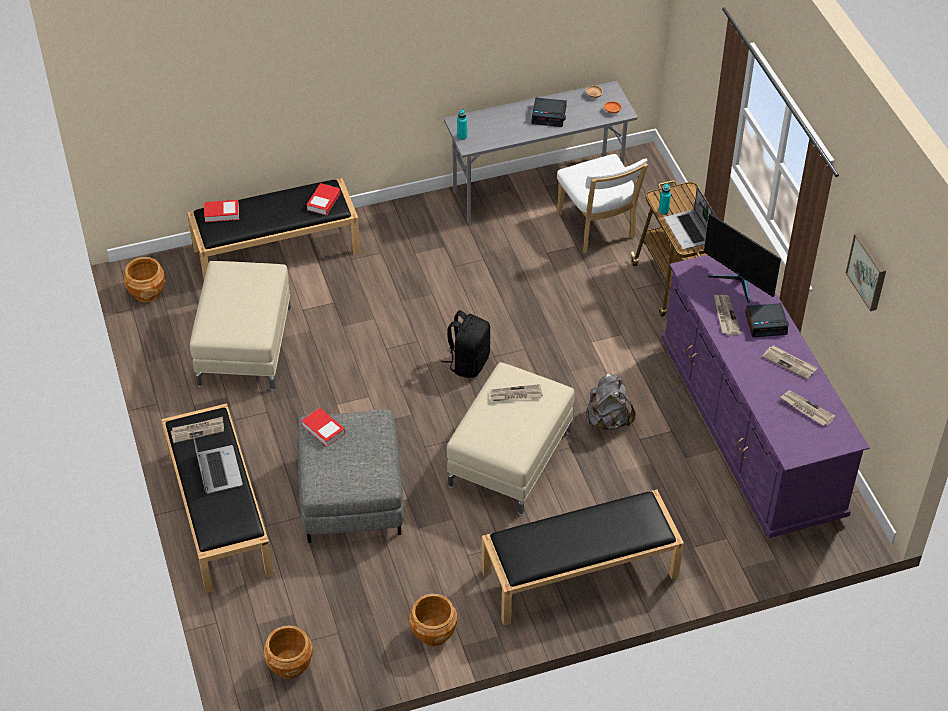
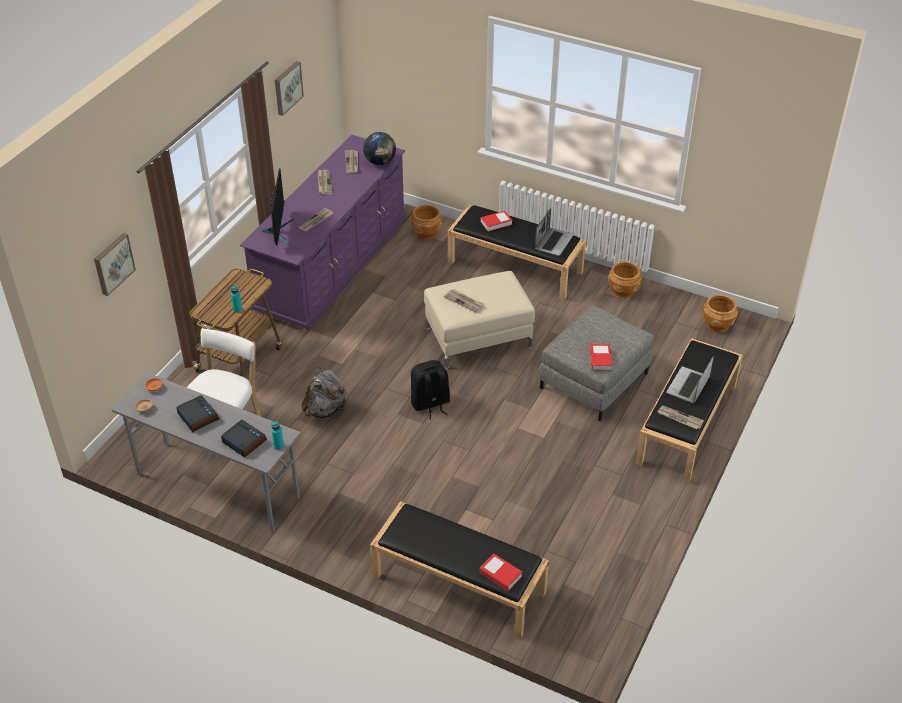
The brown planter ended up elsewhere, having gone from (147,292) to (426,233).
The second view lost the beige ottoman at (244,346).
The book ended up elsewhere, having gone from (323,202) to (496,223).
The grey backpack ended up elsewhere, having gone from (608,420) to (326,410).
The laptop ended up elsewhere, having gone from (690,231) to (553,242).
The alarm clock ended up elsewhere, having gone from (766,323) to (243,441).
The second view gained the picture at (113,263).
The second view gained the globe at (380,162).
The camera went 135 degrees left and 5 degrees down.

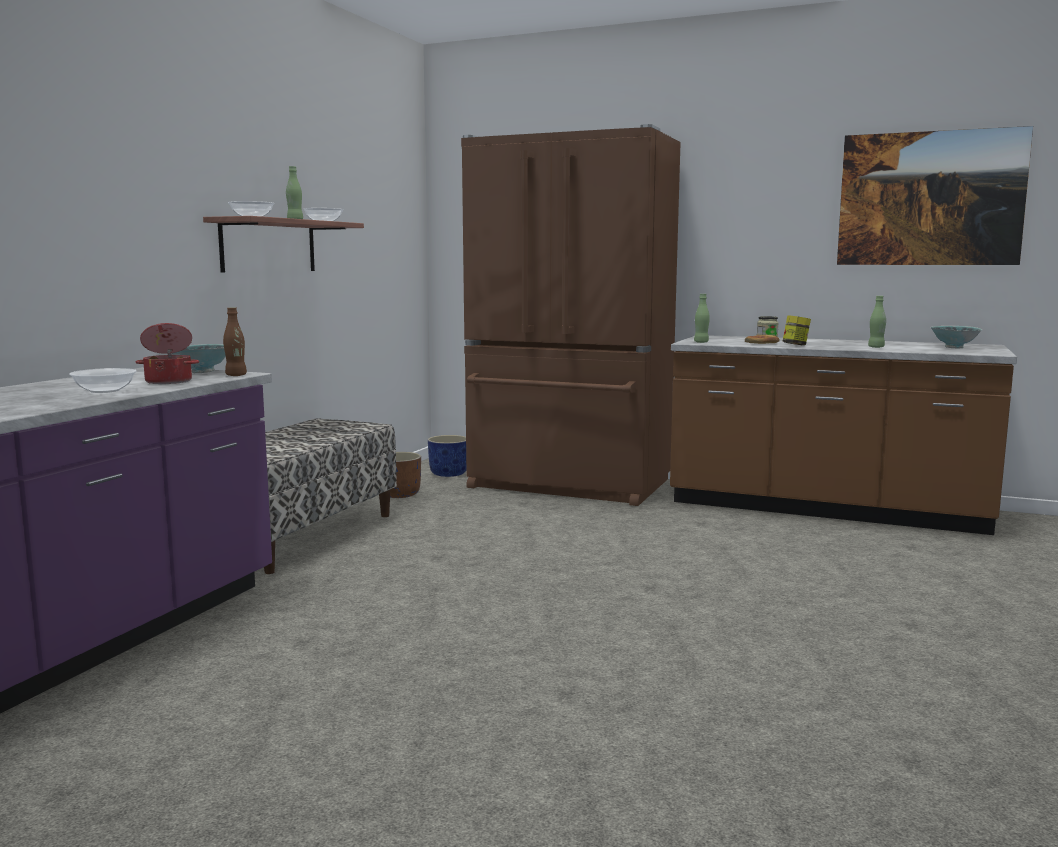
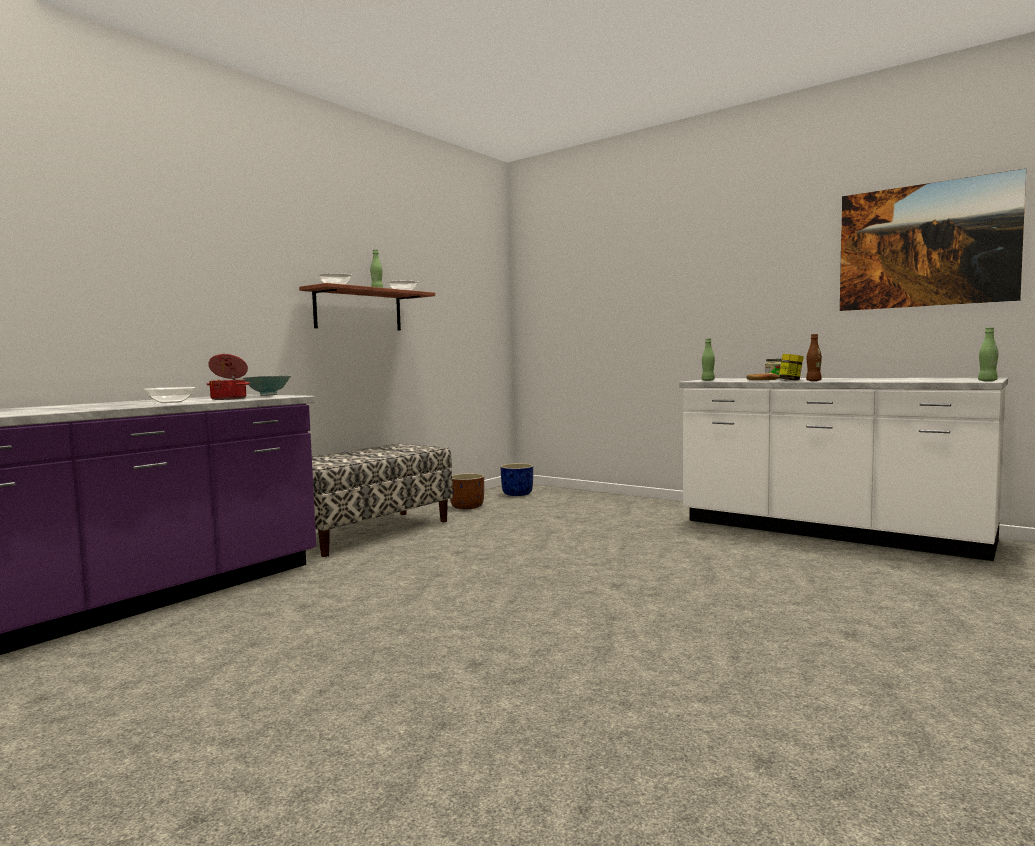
The brown bottle ended up elsewhere, having gone from (236,375) to (813,381).
The second view lost the brown fridge at (568,485).
What was the brown counter at (826,509) turned into the white counter at (830,531).
The green bottle ended up elsewhere, having gone from (876,347) to (987,381).
The second view lost the bowl at (953,347).
The camera went 15 degrees right and 5 degrees down.

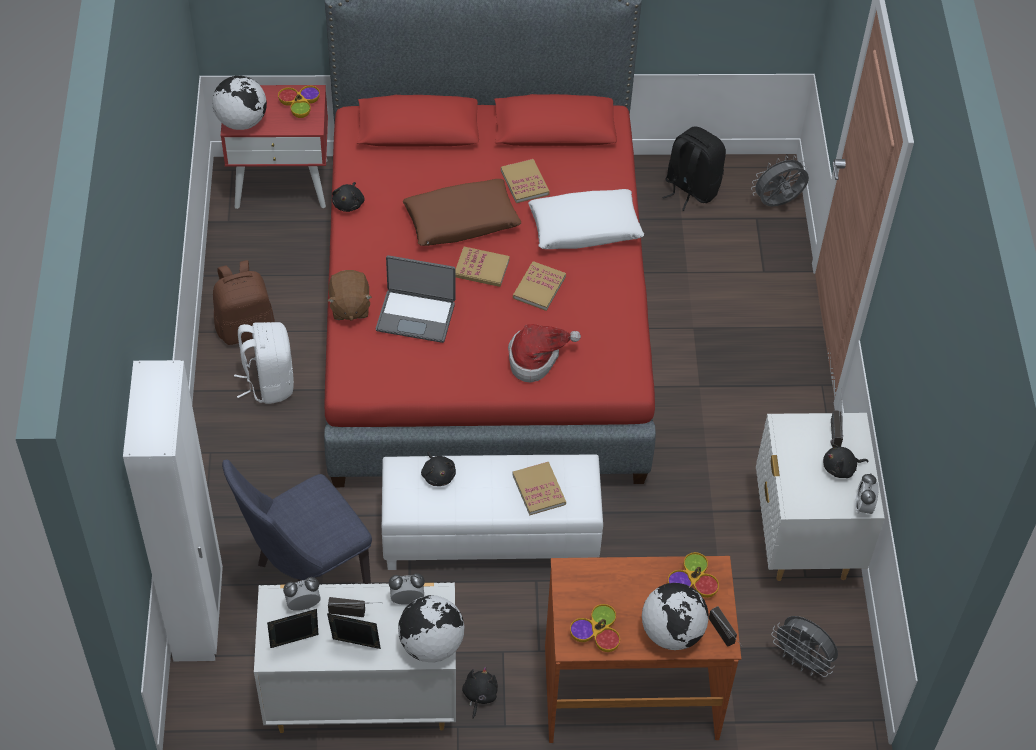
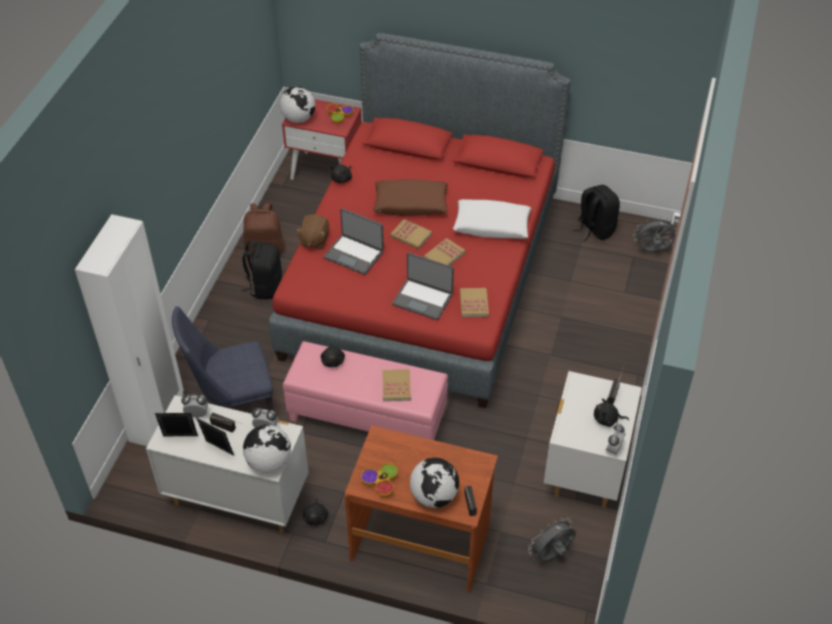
What was the white backpack at (268,382) turned into the black backpack at (265,286).
What was the white ottoman at (491,535) turned into the pink ottoman at (368,415).
The black plush toy at (479,695) ended up facing another way, 150 degrees clockwise from before.
The book ended up elsewhere, having gone from (524,182) to (474,304).
Where the hat stood at (536,358), the laptop came to stand at (423,299).
The second view lost the bowl at (693,582).
The grey fan at (802,661) ended up facing another way, 90 degrees clockwise from before.
The camera went 20 degrees right and 5 degrees down.

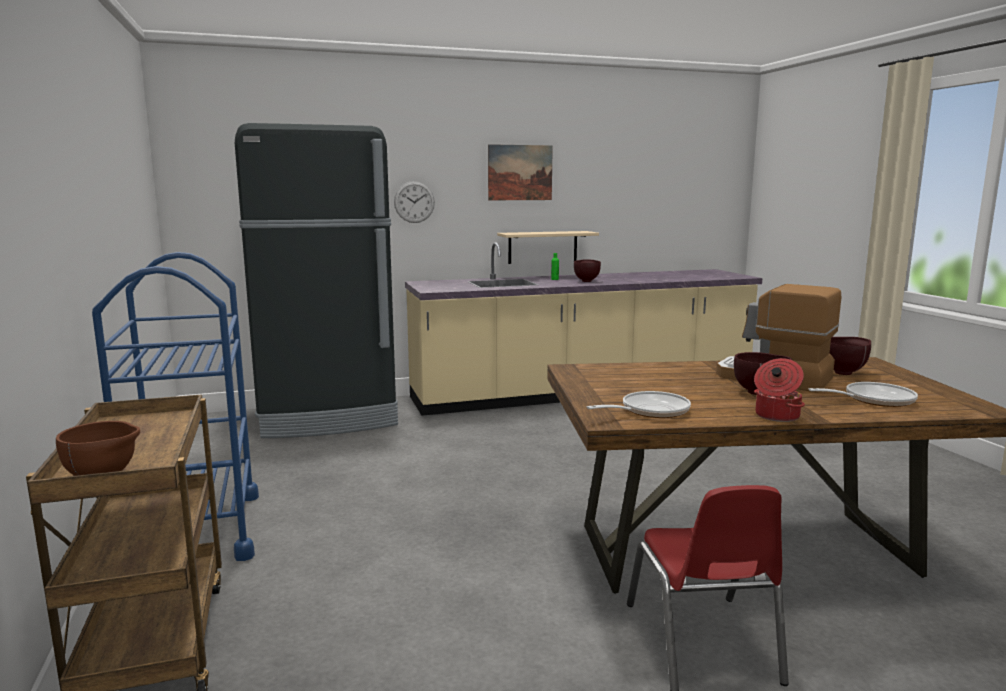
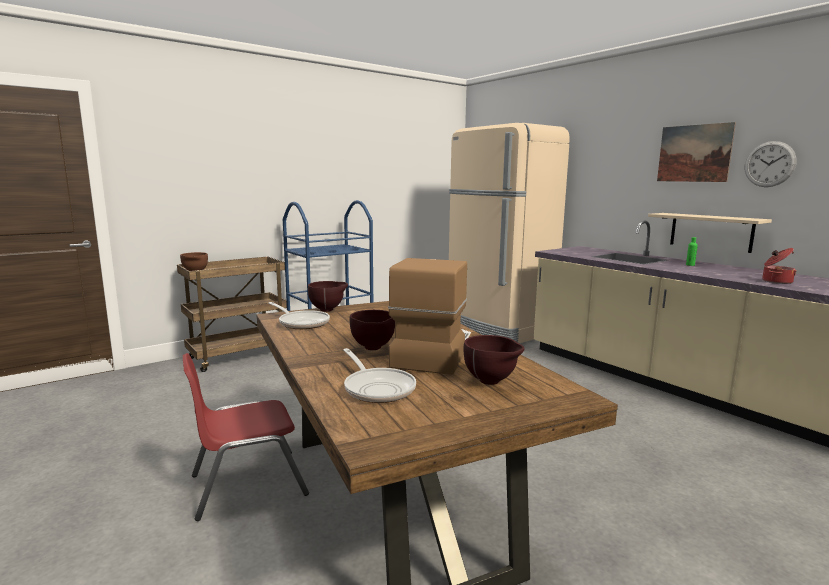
What was the black fridge at (329,418) turned into the beige fridge at (498,329).
The wall clock ended up elsewhere, having gone from (414,202) to (769,164).
The brown bowl ended up elsewhere, having gone from (586,281) to (328,310).
The cooking pot ended up elsewhere, having gone from (776,416) to (776,281).
The camera went 70 degrees right and 0 degrees up.

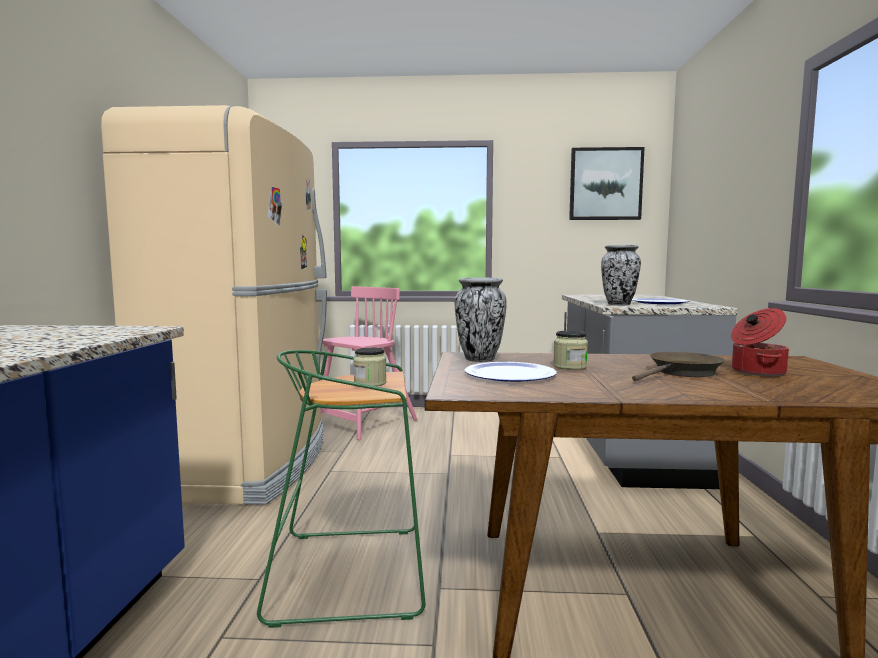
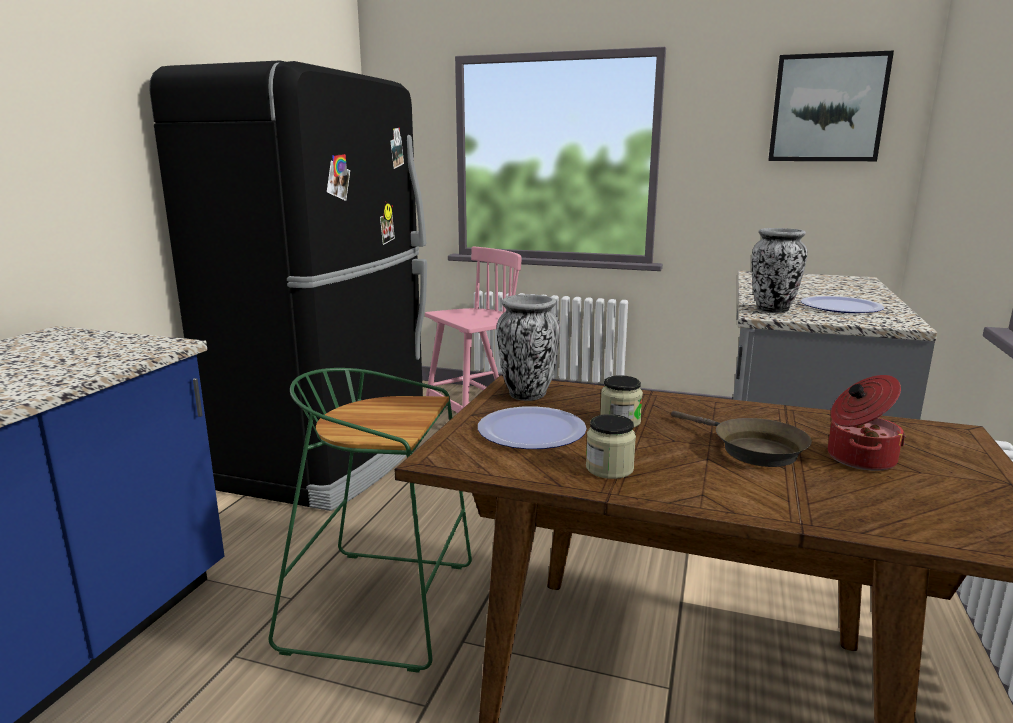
What was the beige fridge at (246,464) turned into the black fridge at (332,456).
The jar ended up elsewhere, having gone from (370,383) to (609,468).
The brown frying pan at (682,373) ended up facing another way, 75 degrees clockwise from before.
The camera went 15 degrees right and 10 degrees up.

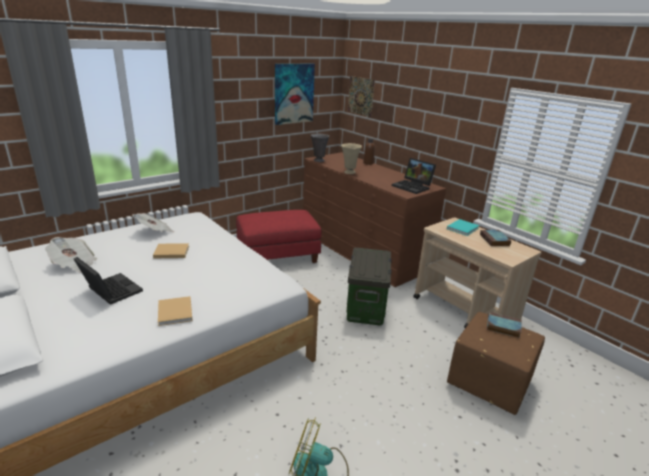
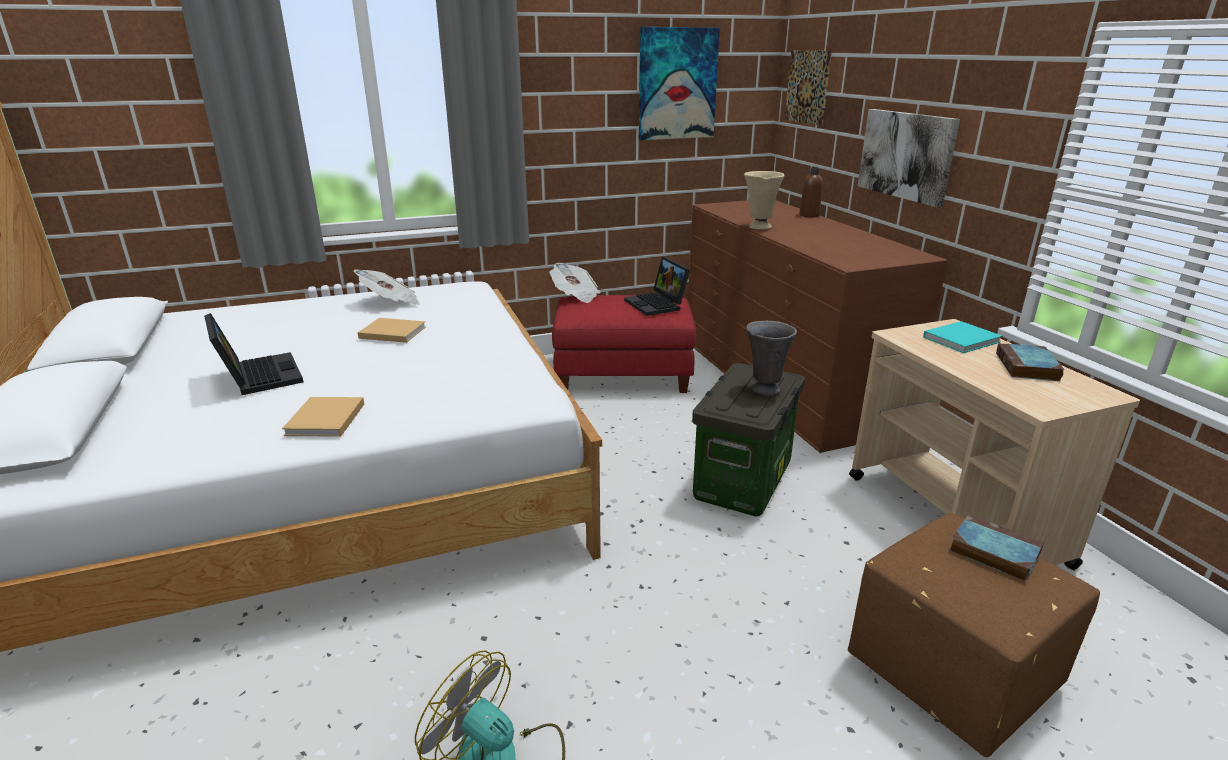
The newspaper ended up elsewhere, having gone from (74,264) to (575,295).
The grey vase ended up elsewhere, having gone from (318,160) to (764,389).
The laptop ended up elsewhere, having gone from (413,187) to (657,305).
The second view gained the picture at (906,155).
The camera went 20 degrees right and 0 degrees up.

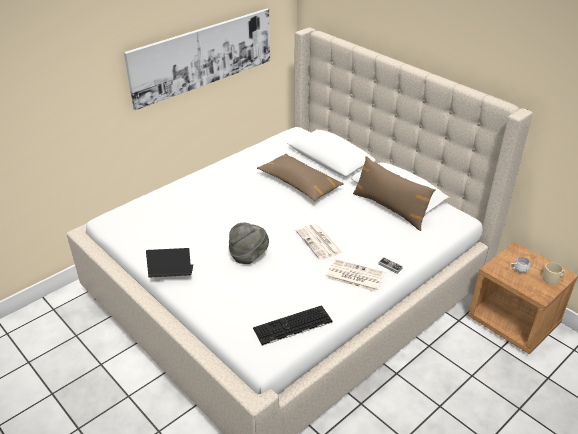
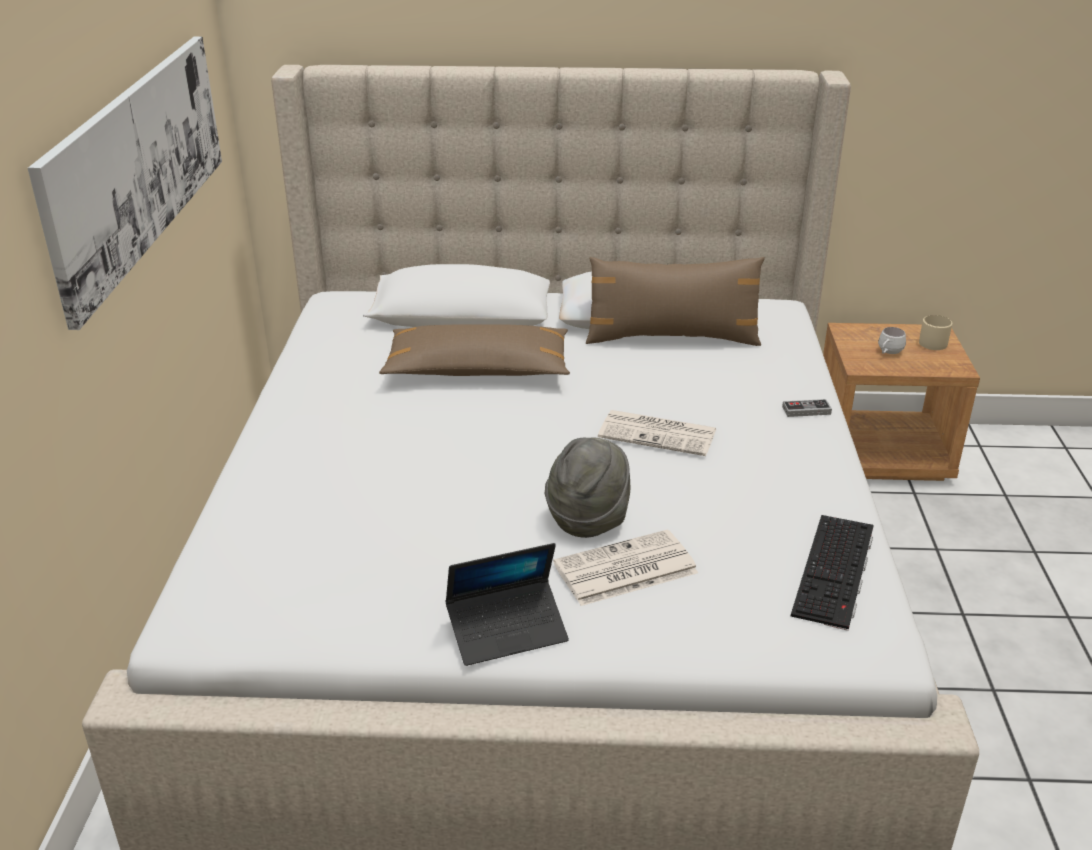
The laptop at (171,274) ended up facing another way, 150 degrees counterclockwise from before.
The newspaper ended up elsewhere, having gone from (354,276) to (624,570).
The camera went 45 degrees left and 5 degrees down.

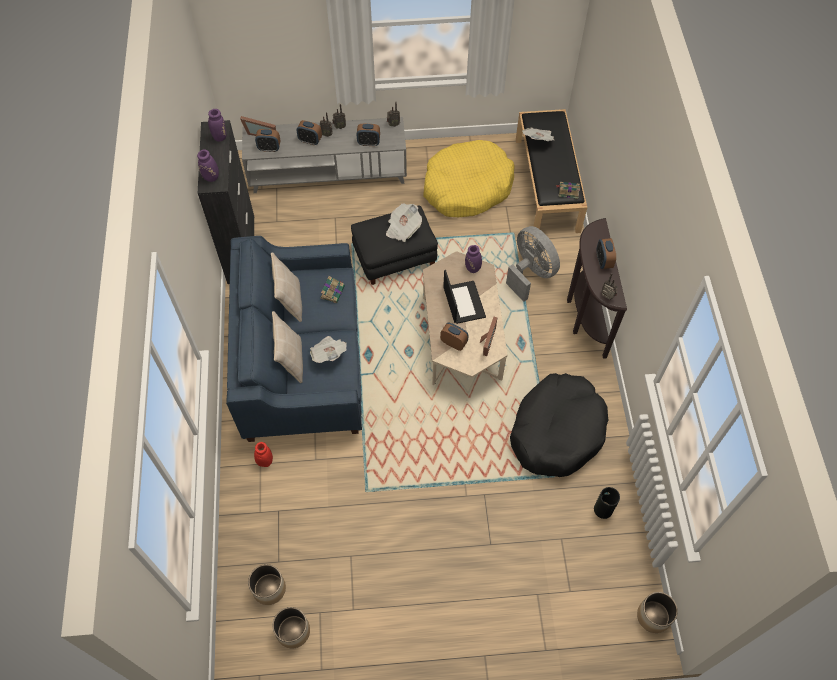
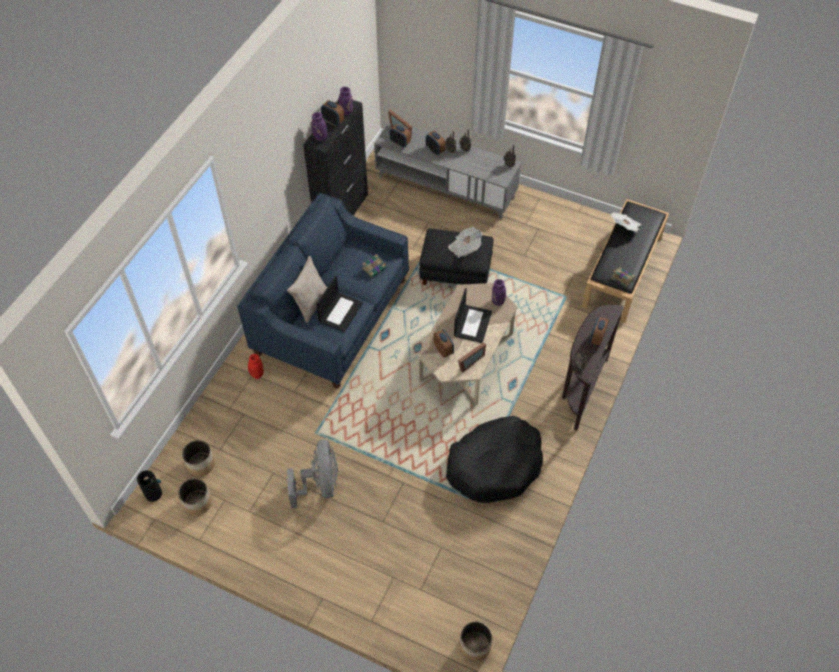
The second view lost the beige pillow at (290,301).
Where the newspaper stood at (328,354), the laptop came to stand at (340,311).
The alarm clock ended up elsewhere, having gone from (368,143) to (333,121).
The second view lost the yellow dog bed at (467,187).
The grey fan ended up elsewhere, having gone from (530,273) to (320,484).
The vase ended up elsewhere, having gone from (602,509) to (153,493).
The camera went 30 degrees right and 5 degrees down.

